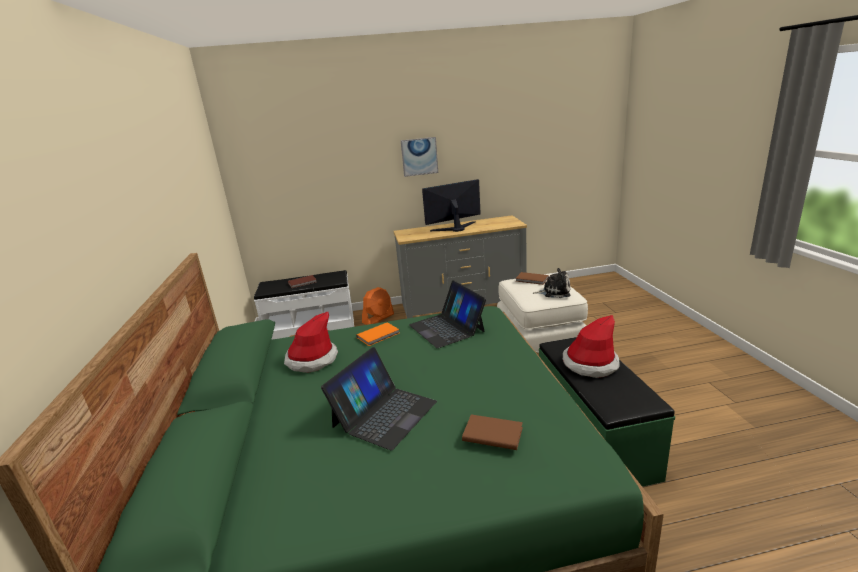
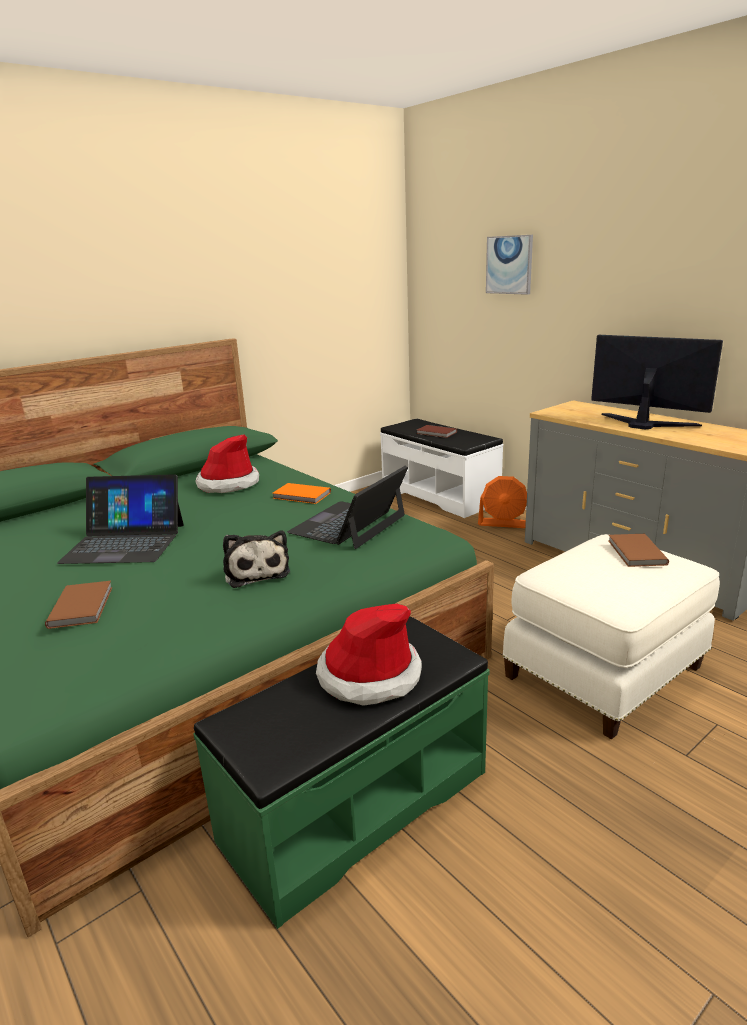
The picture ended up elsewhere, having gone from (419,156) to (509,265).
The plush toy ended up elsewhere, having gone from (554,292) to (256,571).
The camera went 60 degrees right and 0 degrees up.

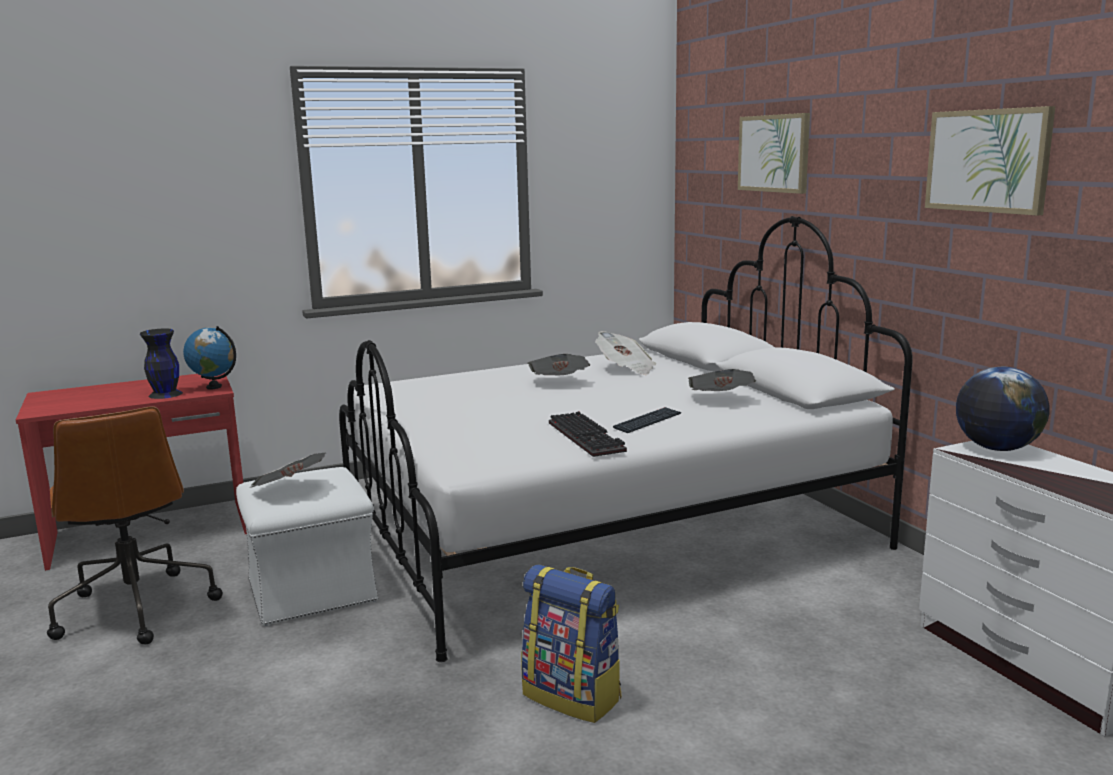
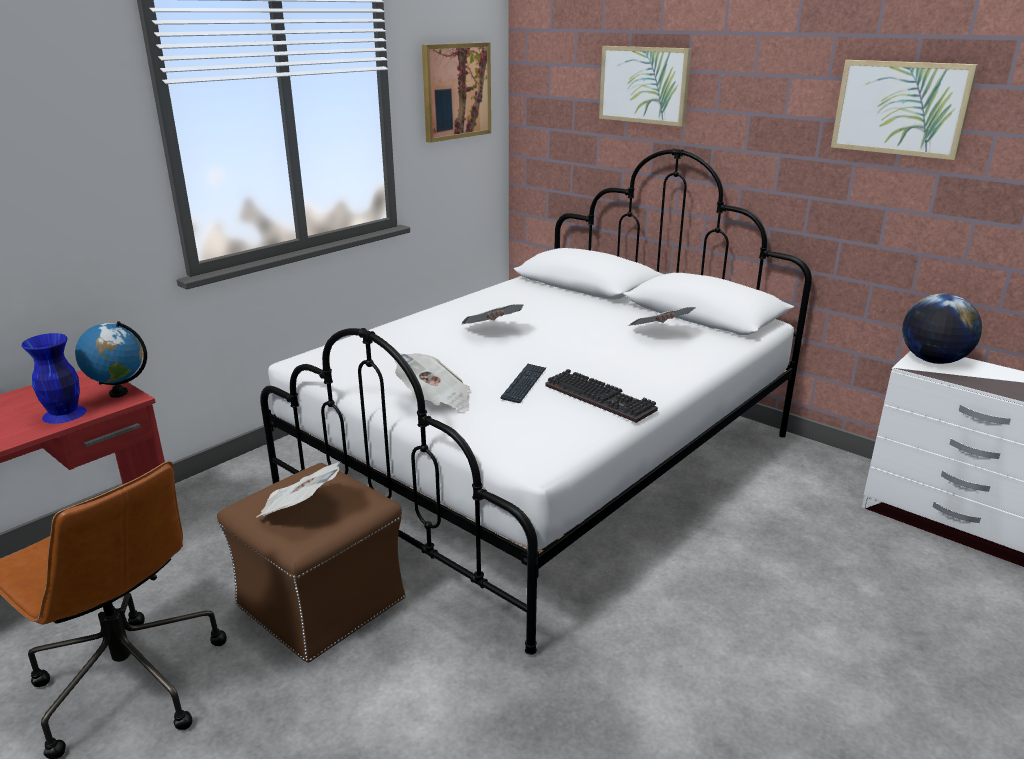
What was the black vase at (164,394) turned into the blue vase at (63,414).
What was the white ottoman at (312,591) turned into the brown ottoman at (322,603).
The second view lost the backpack at (573,696).
The newspaper ended up elsewhere, having gone from (626,369) to (435,401).
The keyboard ended up elsewhere, having gone from (648,421) to (524,384).
The second view gained the picture at (456,91).
The camera went 25 degrees left and 10 degrees up.

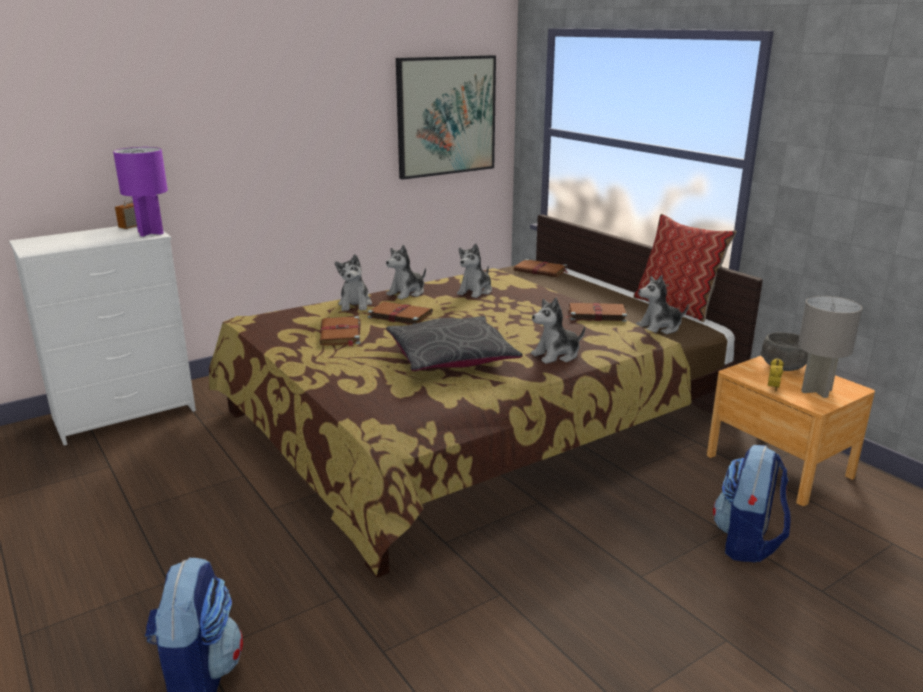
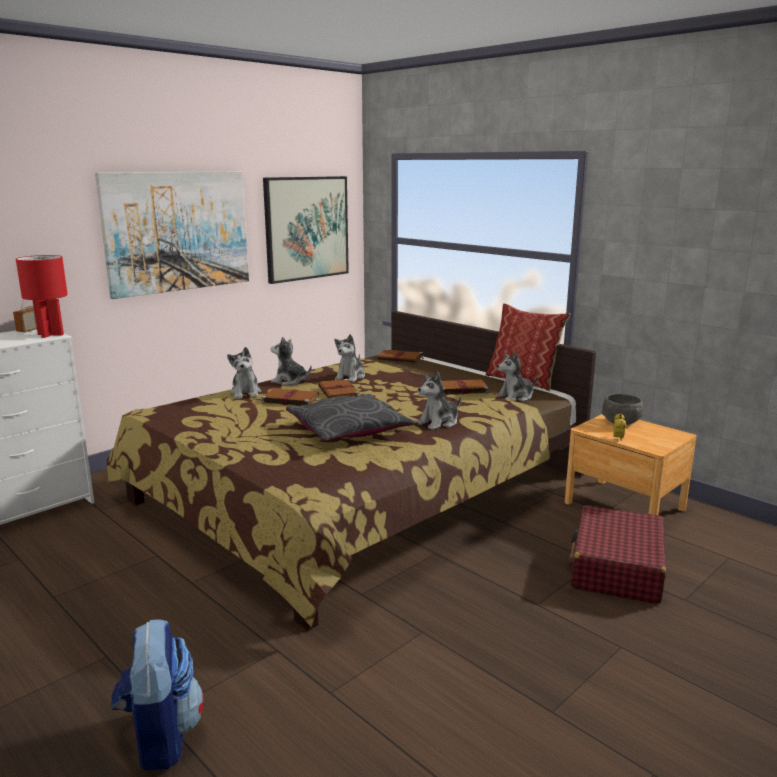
What was the purple table lamp at (150,233) turned into the red table lamp at (51,334).
The brown book ended up elsewhere, having gone from (340,334) to (339,392).
The plush toy at (407,293) ended up facing another way, 75 degrees clockwise from before.
Where the backpack stood at (747,542), the red suitcase came to stand at (616,568).
The second view lost the grey table lamp at (815,390).
The second view gained the picture at (177,231).
The camera went 10 degrees left and 5 degrees down.

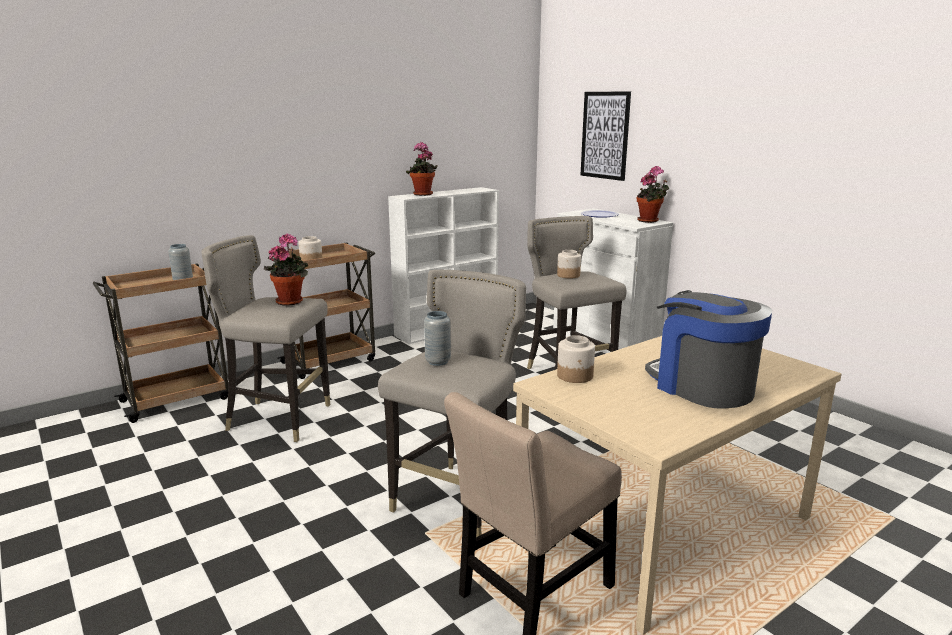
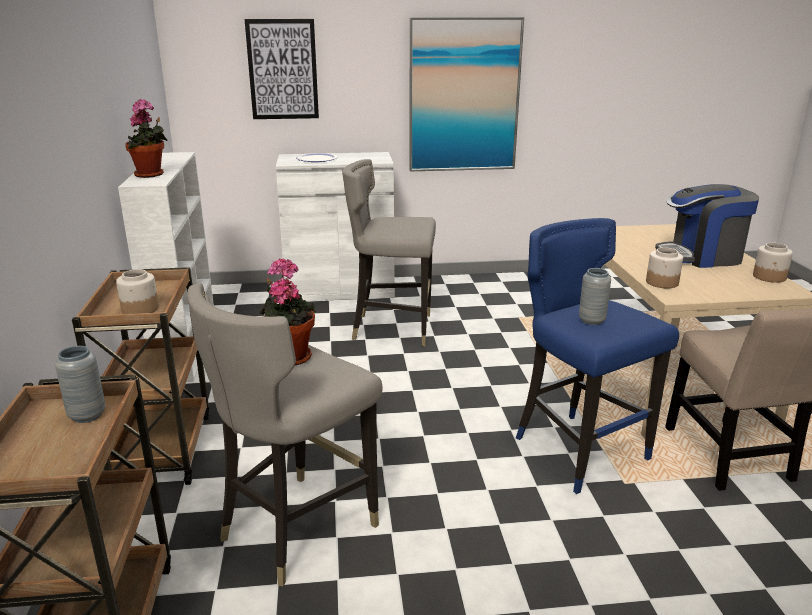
What was the grey stool at (459,500) turned into the blue stool at (578,450).
The jar ended up elsewhere, having gone from (568,275) to (769,277).
The second view lost the potted plant at (650,221).
The second view gained the picture at (464,96).
The camera went 60 degrees left and 5 degrees up.

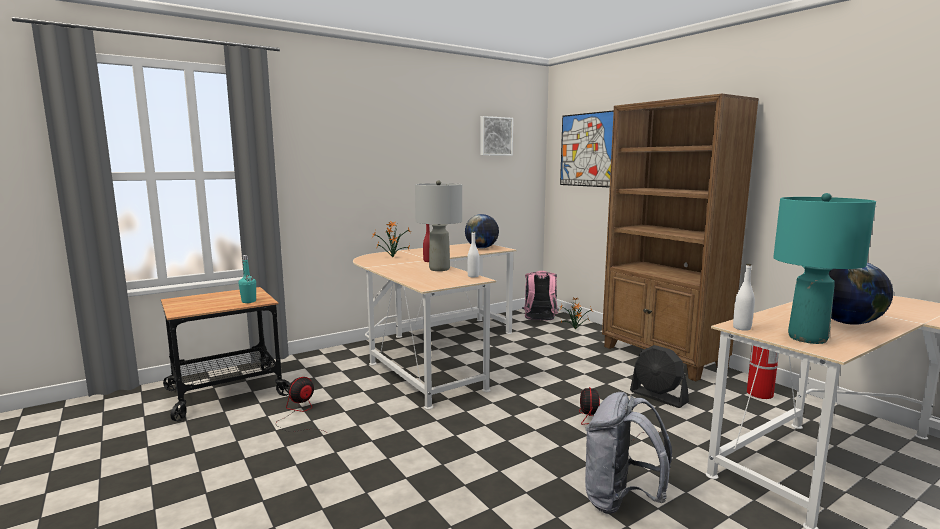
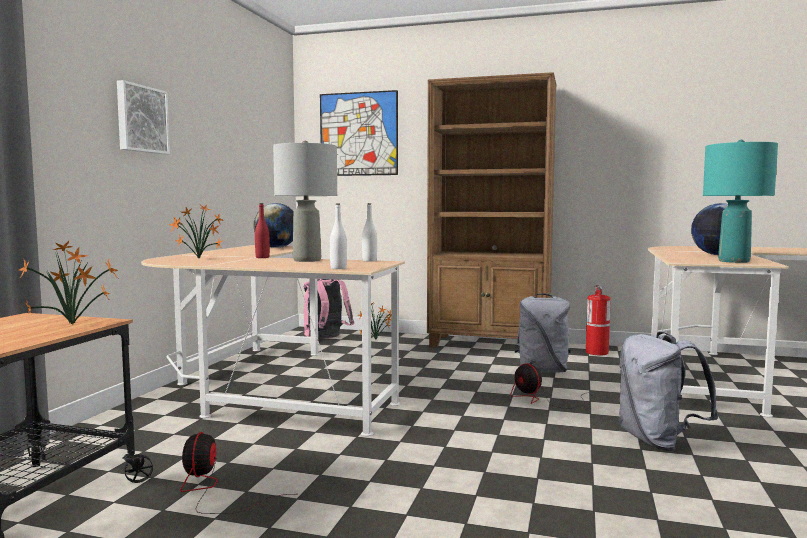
Where the turquoise bottle stood at (249,301), the potted plant came to stand at (75,324).
The picture ended up elsewhere, having gone from (495,136) to (141,119).
Where the black fan stood at (658,397), the grey backpack came to stand at (542,371).
The white bottle ended up elsewhere, having gone from (741,328) to (338,268).
The camera went 40 degrees left and 5 degrees down.

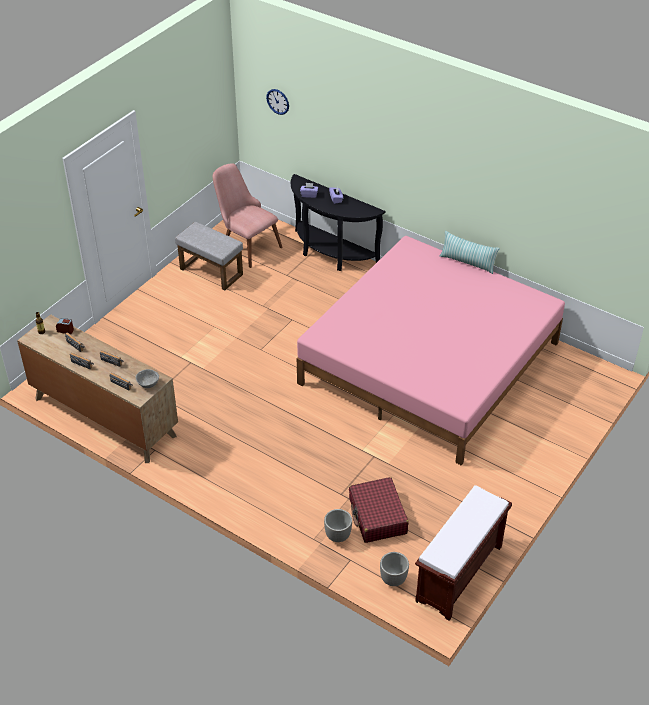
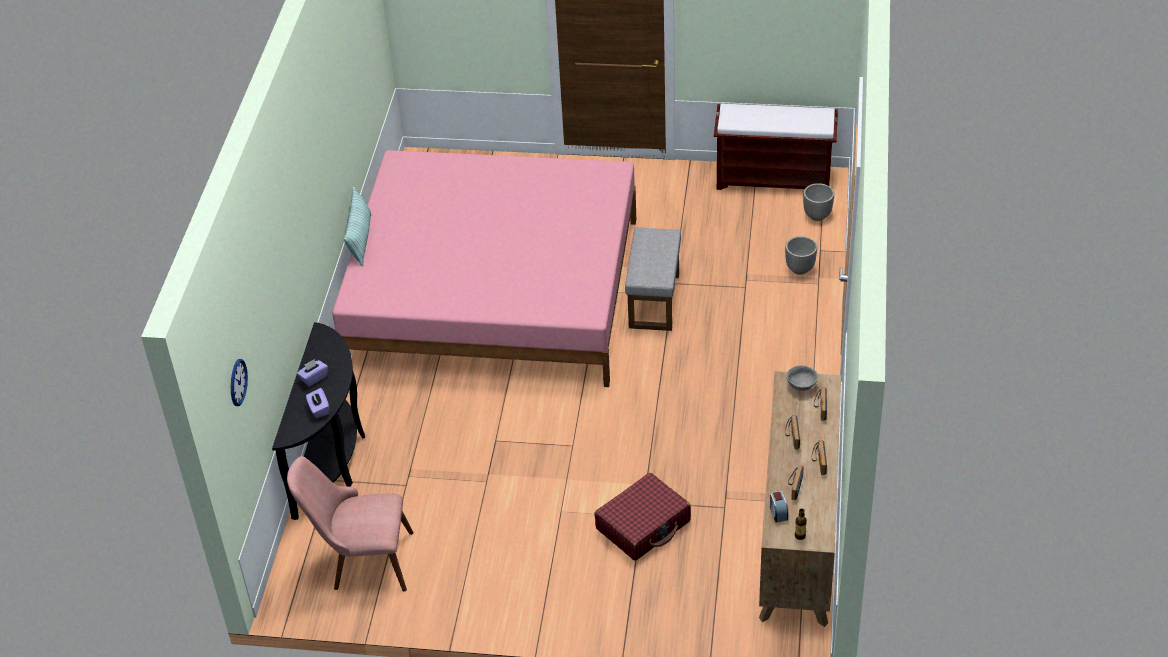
The grey ottoman ended up elsewhere, having gone from (212,272) to (653,300).
The pink chair at (246,244) ended up facing another way, 75 degrees clockwise from before.
The red suitcase ended up elsewhere, having gone from (377,516) to (643,525).
The camera went 115 degrees left and 0 degrees up.

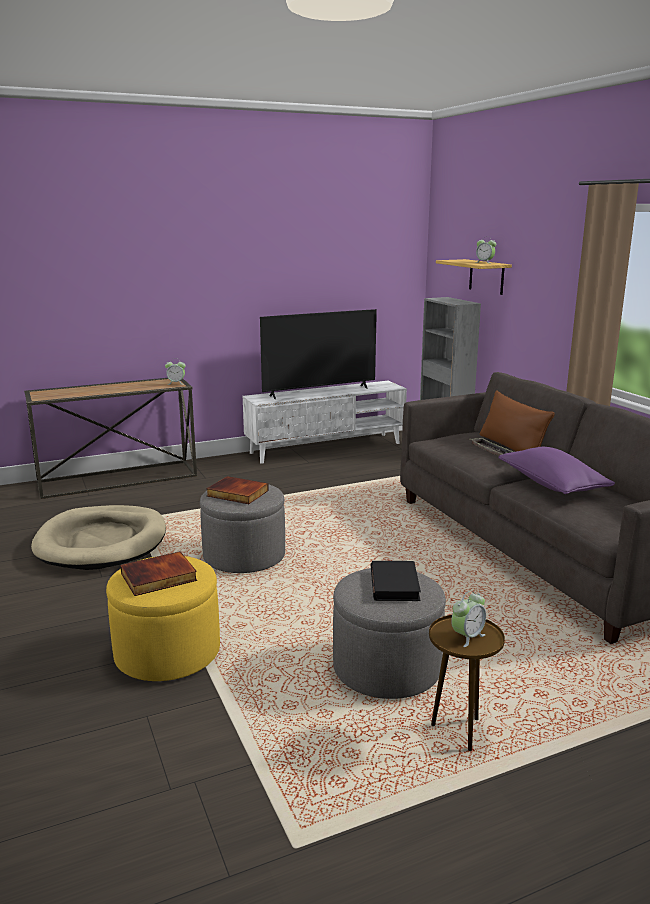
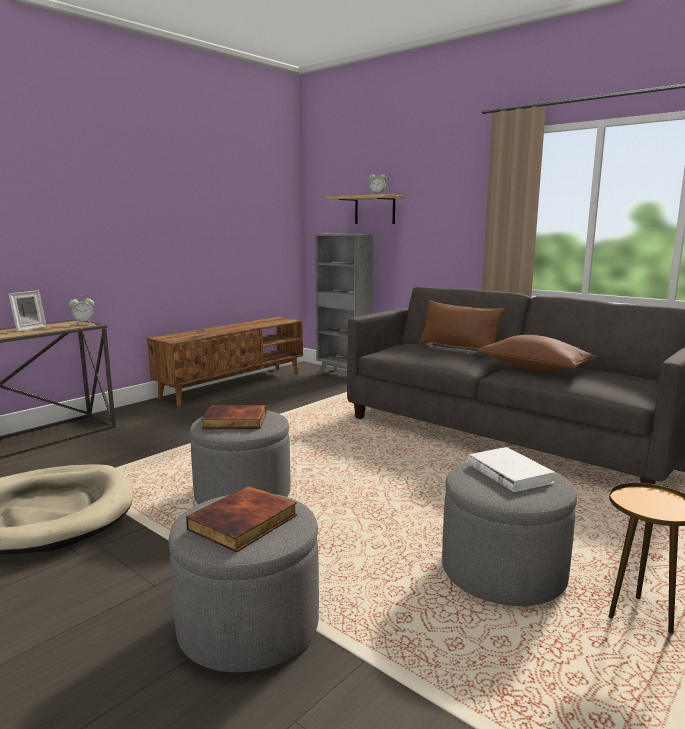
What was the yellow ottoman at (167,653) turned into the grey ottoman at (248,625).
What was the white tv stand at (326,448) turned into the brown tv stand at (233,385).
The second view lost the television at (319,392).
What was the black book at (394,584) turned into the white book at (509,473).
The second view lost the alarm clock at (467,637).
What was the purple pillow at (552,485) turned into the brown pillow at (534,368).
The second view gained the picture frame at (28,329).
The camera went 25 degrees left and 5 degrees down.

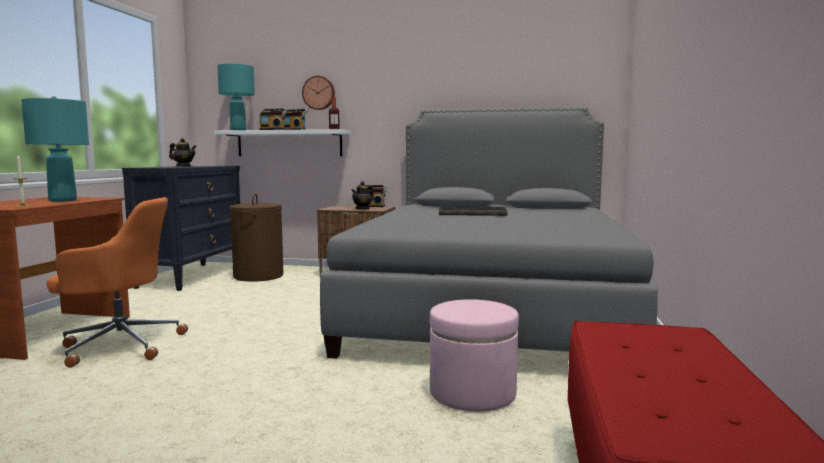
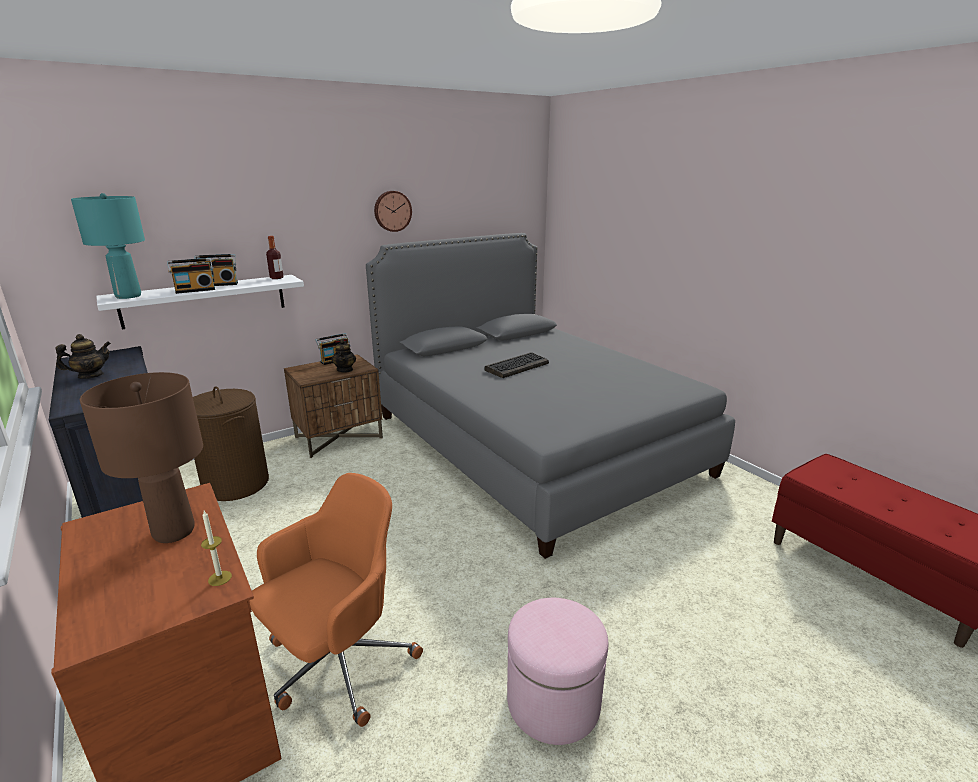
What was the turquoise table lamp at (63,200) turned into the brown table lamp at (175,531).
The wall clock ended up elsewhere, having gone from (319,93) to (392,211).
The pink ottoman ended up elsewhere, having gone from (472,393) to (553,702).
The camera went 45 degrees left and 15 degrees up.

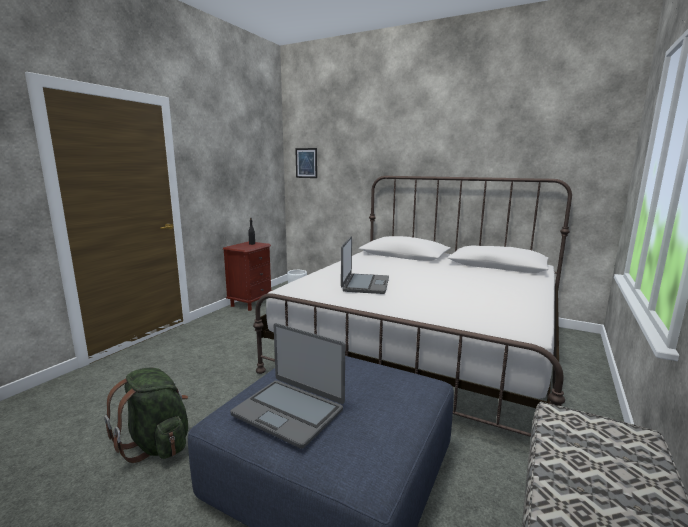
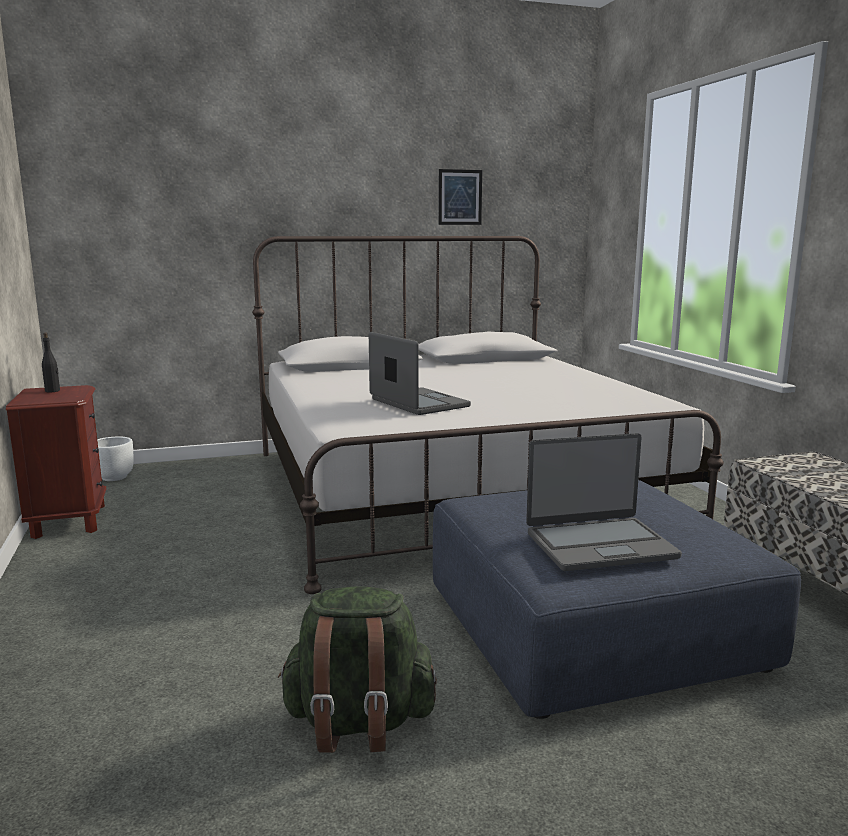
The picture ended up elsewhere, having gone from (306,163) to (460,197).
The camera went 45 degrees left and 0 degrees up.

